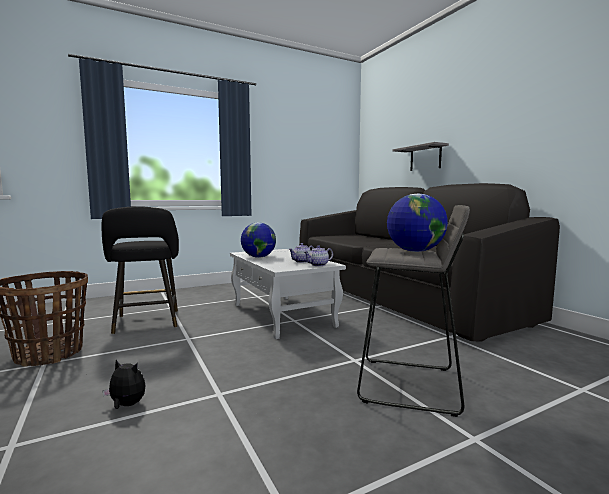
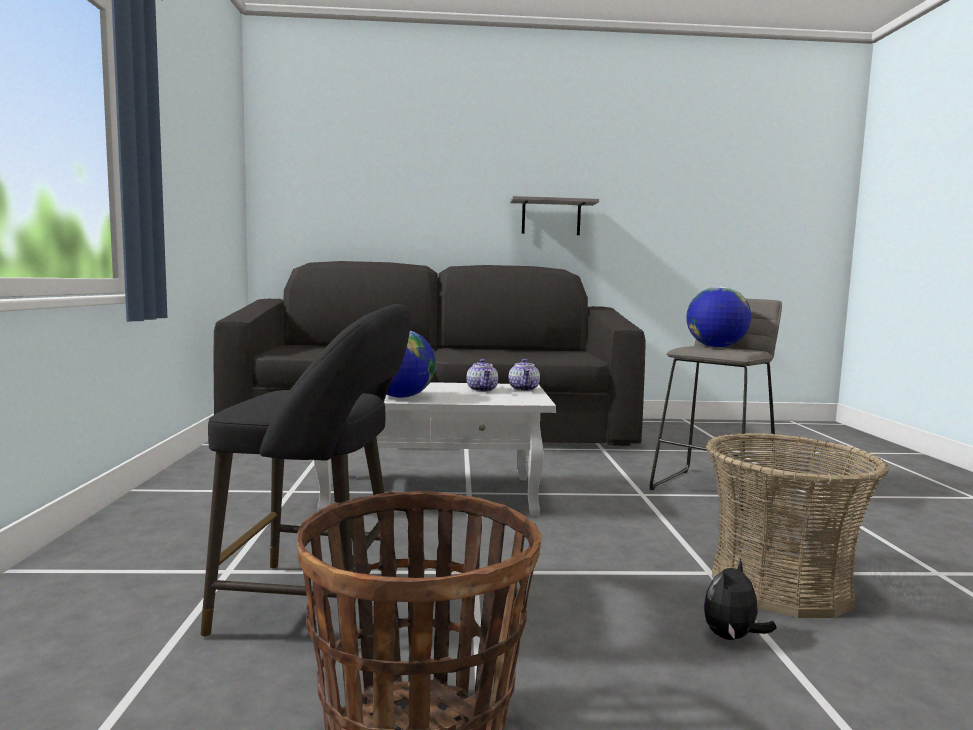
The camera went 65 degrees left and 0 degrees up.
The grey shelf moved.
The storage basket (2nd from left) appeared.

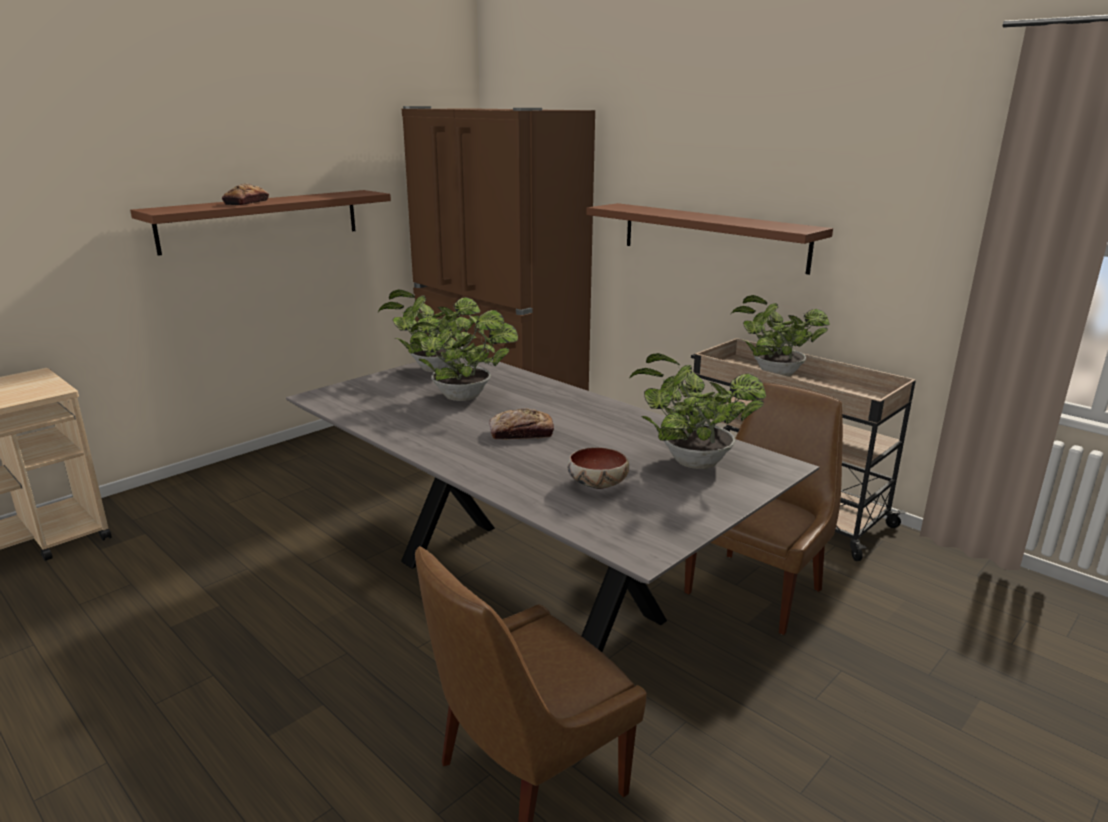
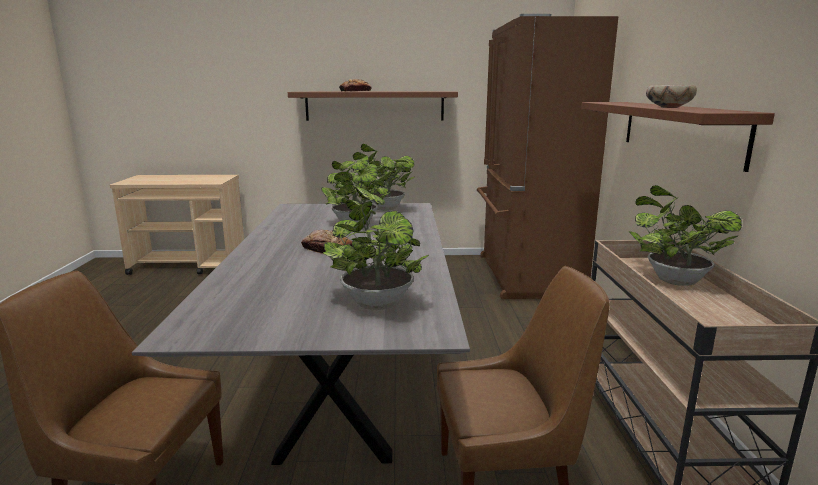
The camera went 45 degrees right and 5 degrees down.
The serving bowl moved.

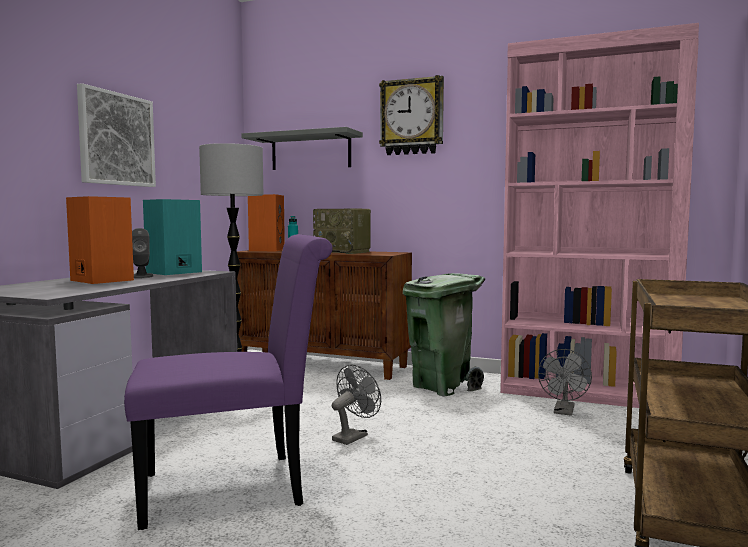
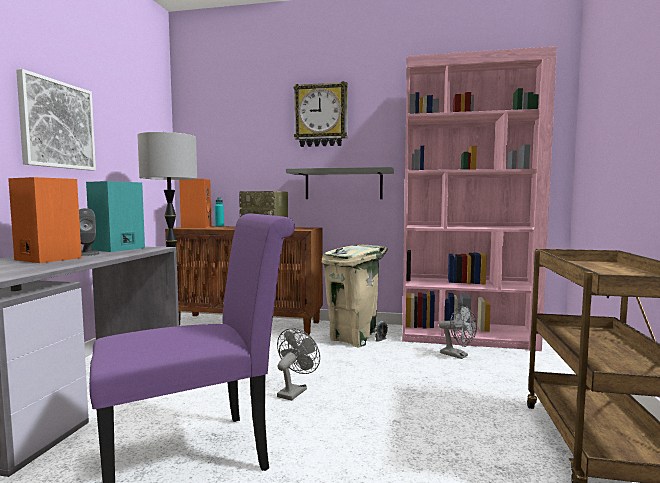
The camera went 10 degrees left and 0 degrees up.
The grey shelf moved.
The green trash can became the beige-coloured trash can.
The grey cooling fan (2nd from left) turned 60 degrees counterclockwise.

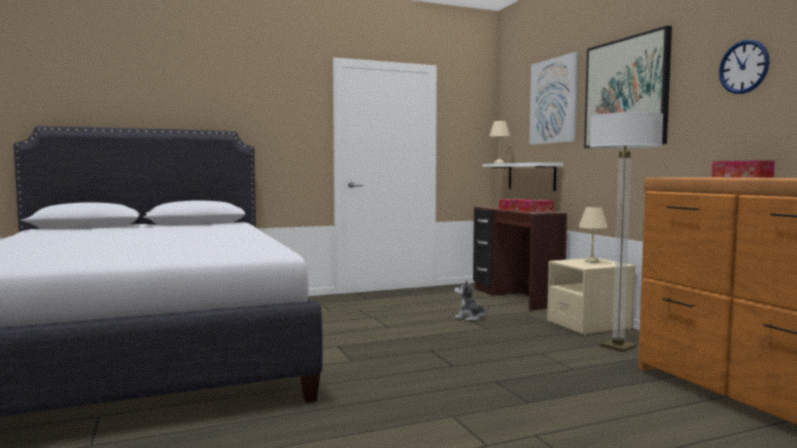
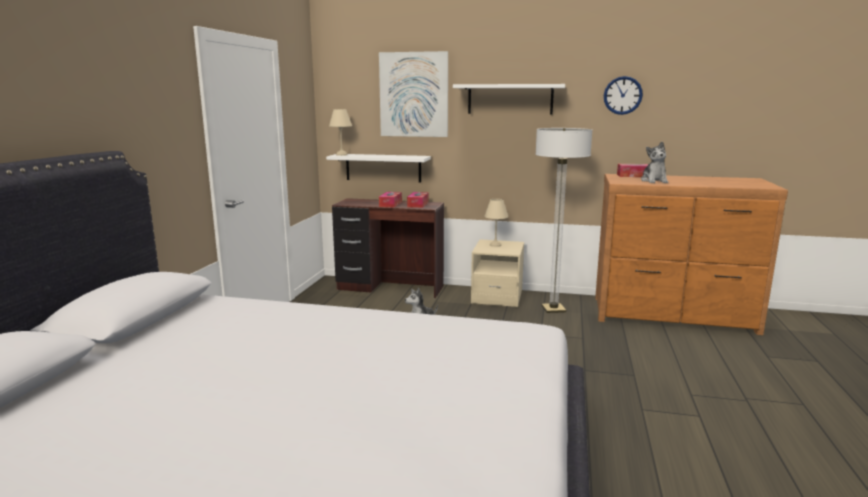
The camera went 55 degrees left and 10 degrees up.
The picture (2nd from left) was replaced by the white-coloured shelf (2nd from left).
The cuddly toy (2nd from left) appeared.

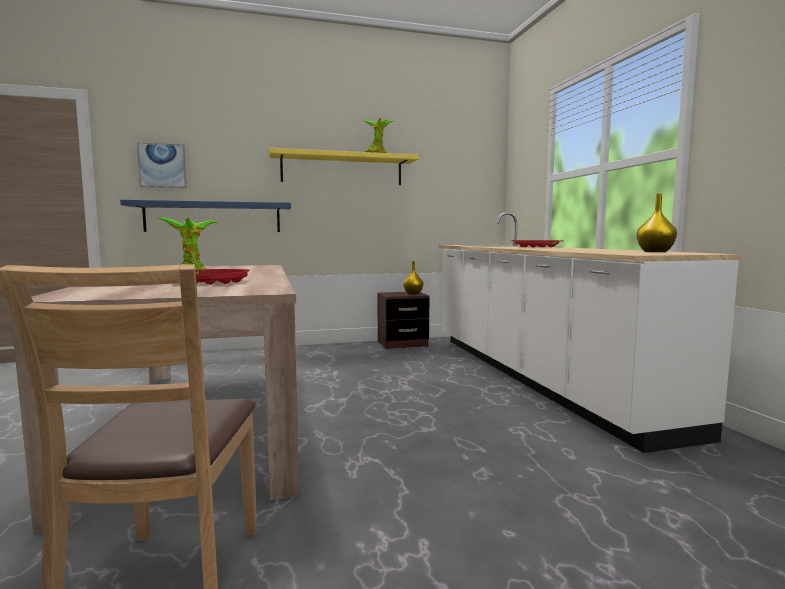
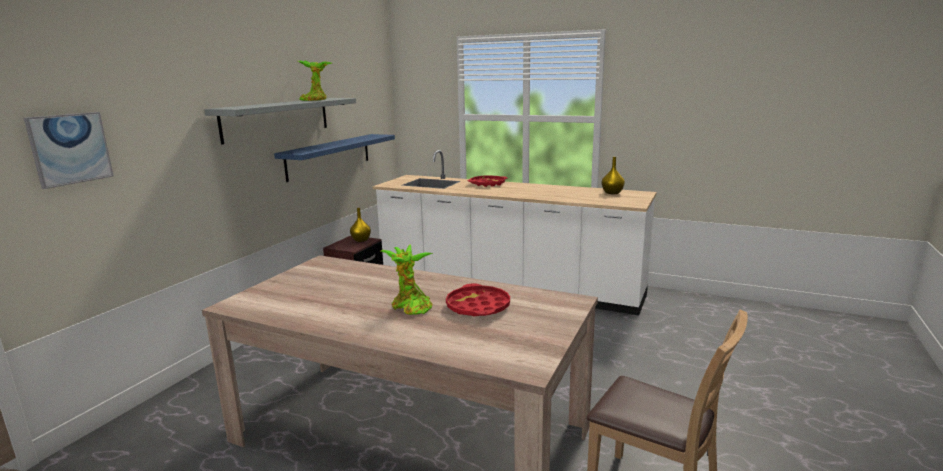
The camera went 50 degrees left and 10 degrees up.
The bluish shelf moved.
The yellow shelf became the grey shelf.

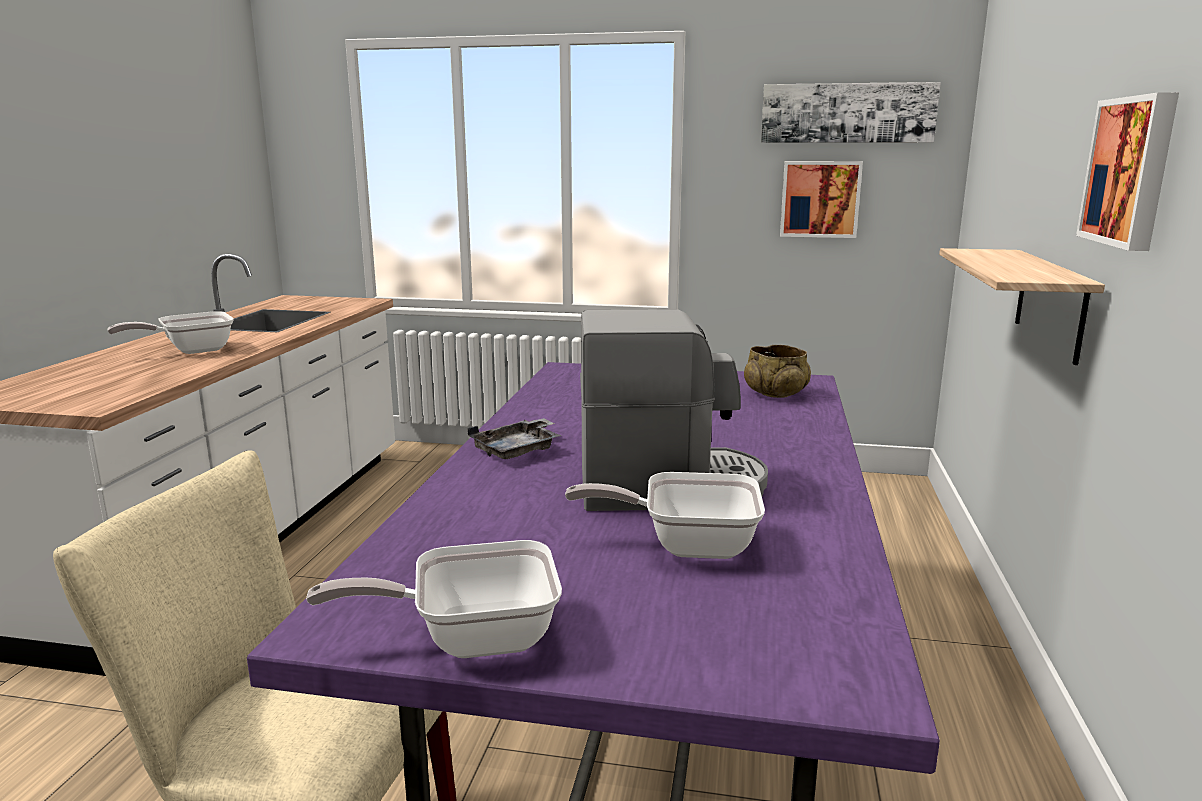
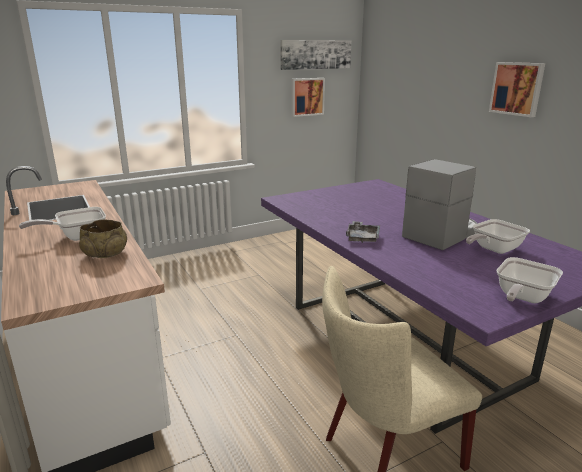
The camera went 40 degrees left and 5 degrees up.
The frying pan (1st from left) turned 45 degrees clockwise.
The beige-coloured serving bowl moved.
The shelf disappeared.

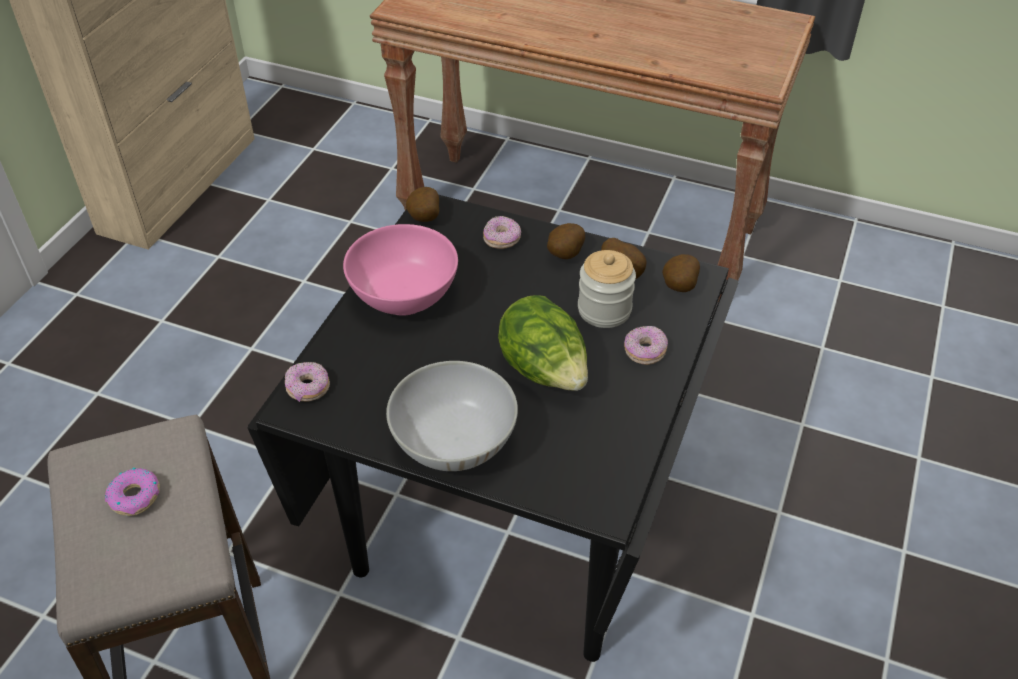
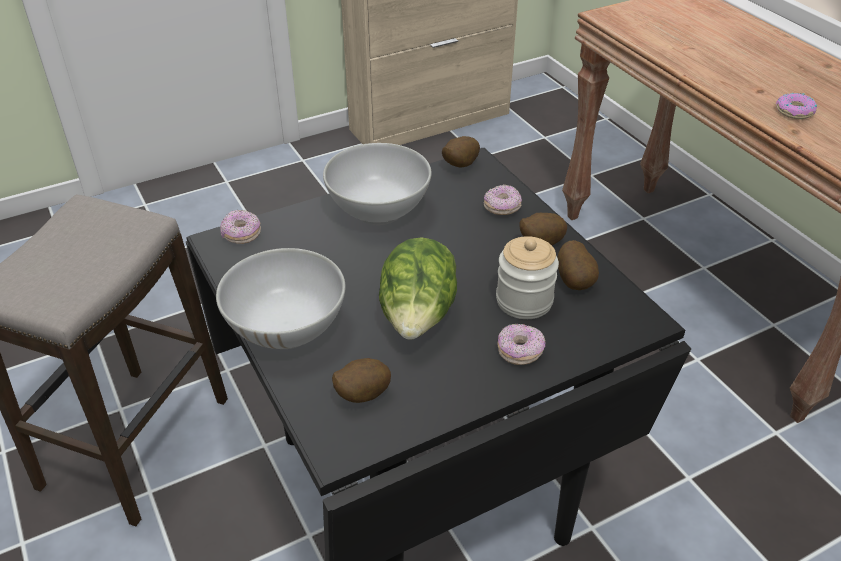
The camera went 40 degrees right and 5 degrees down.
The doughnut (1st from left in the first image) moved.
The pinkish serving bowl became the white-coloured serving bowl (2nd from left).
The whole potato (4th from left in the first image) moved.

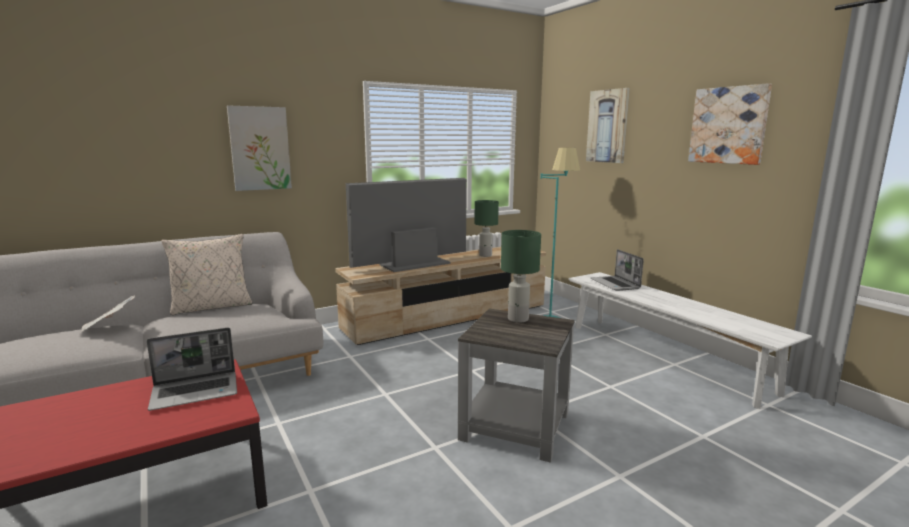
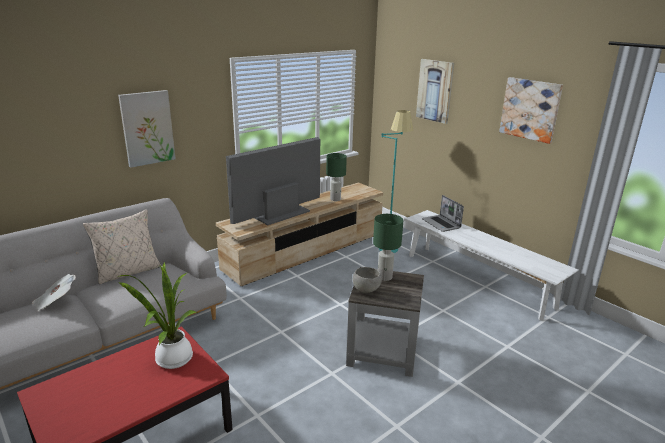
The camera went 10 degrees left and 10 degrees up.
The notebook computer (1st from left) was replaced by the houseplant.
The grey serving bowl appeared.

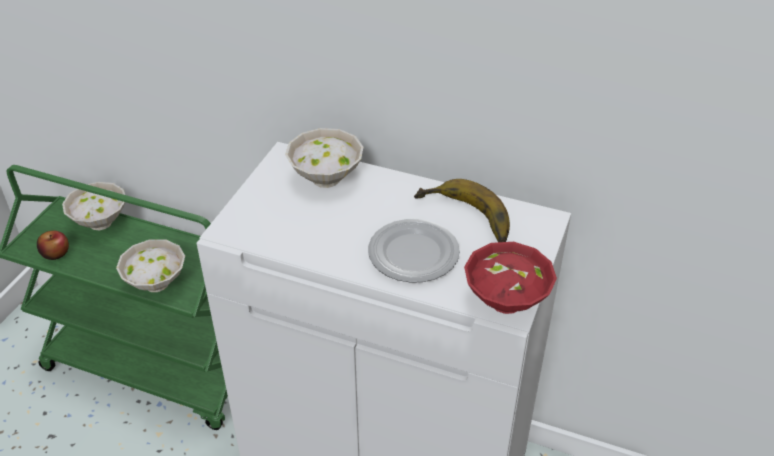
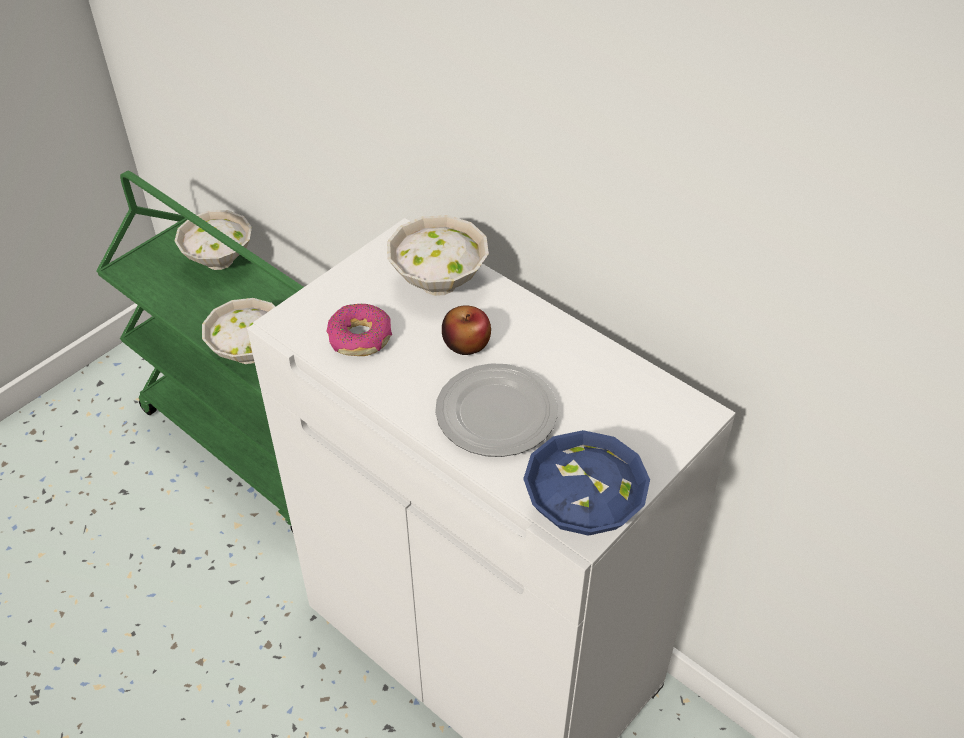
The camera went 20 degrees right and 5 degrees up.
The apple fruit moved.
The whole banana disappeared.
The red-coloured serving bowl became the bluish serving bowl.
The doughnut appeared.

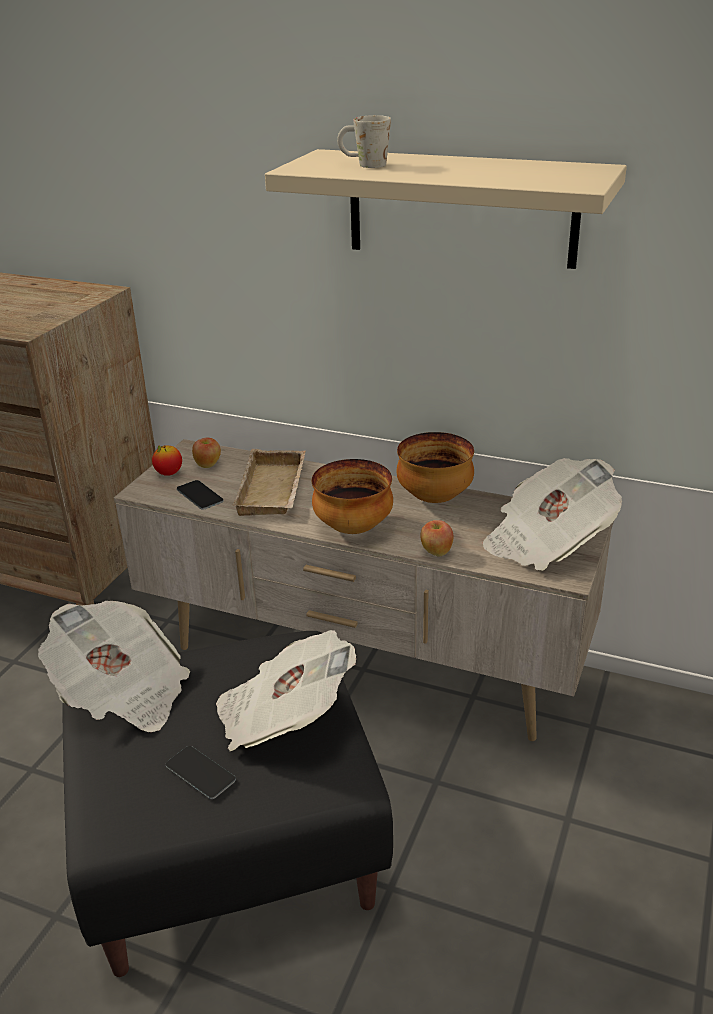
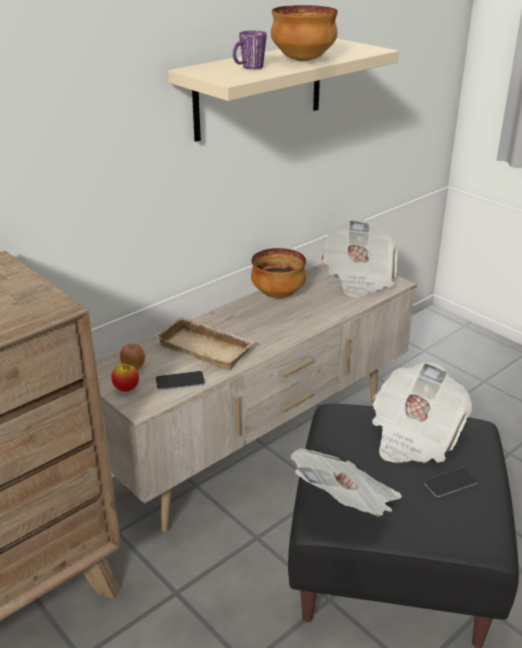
The camera went 65 degrees left and 0 degrees up.
The serving bowl (1st from left in the first image) moved.
The white-coloured mug became the purple mug.
The apple fruit (3rd from left) disappeared.

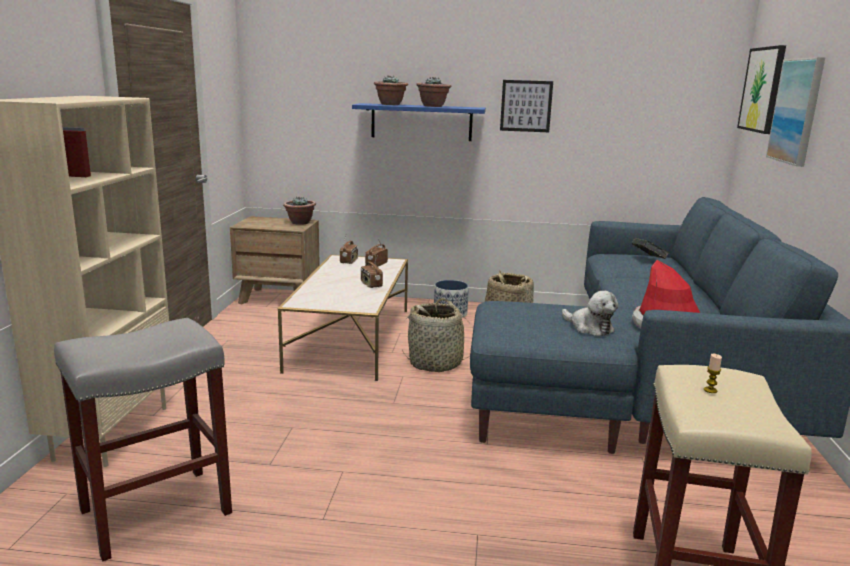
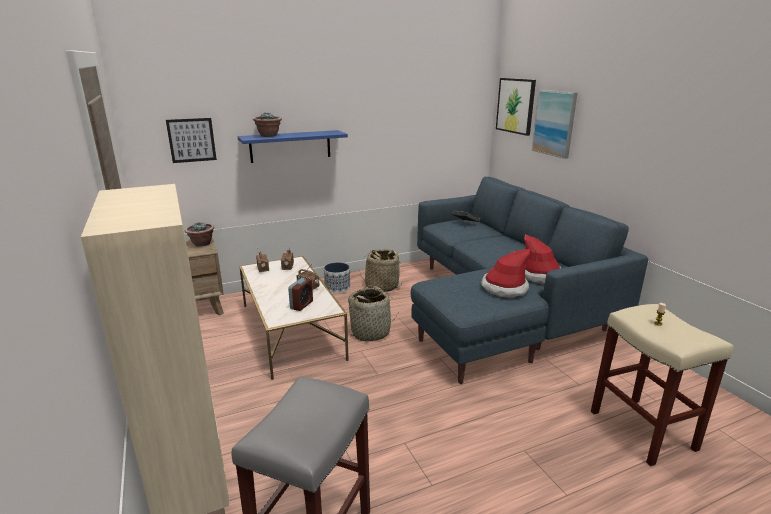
The camera went 30 degrees left and 5 degrees up.
The houseplant (3rd from left) disappeared.
The picture (1st from left) moved.
The cuddly toy was replaced by the wearable hat (1st from left).
The bedside clock appeared.

